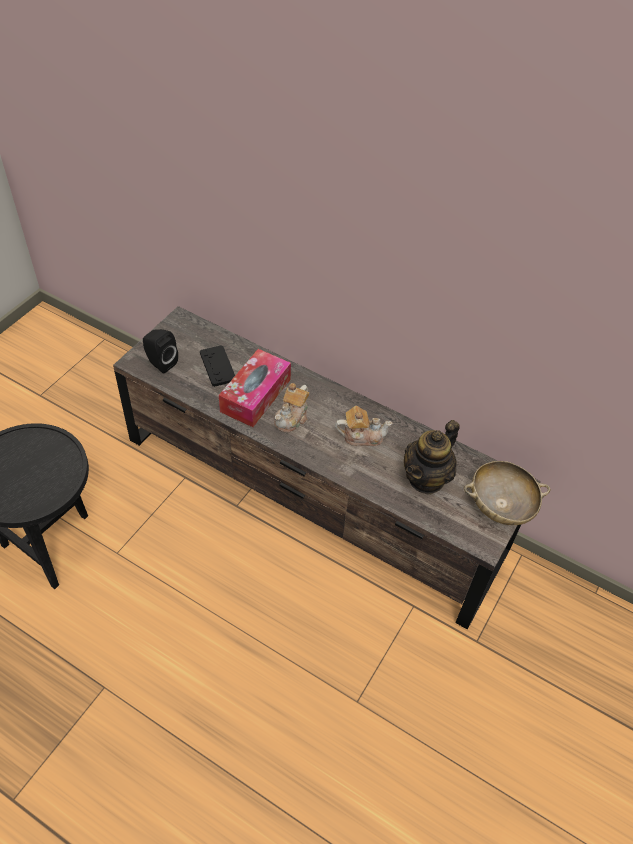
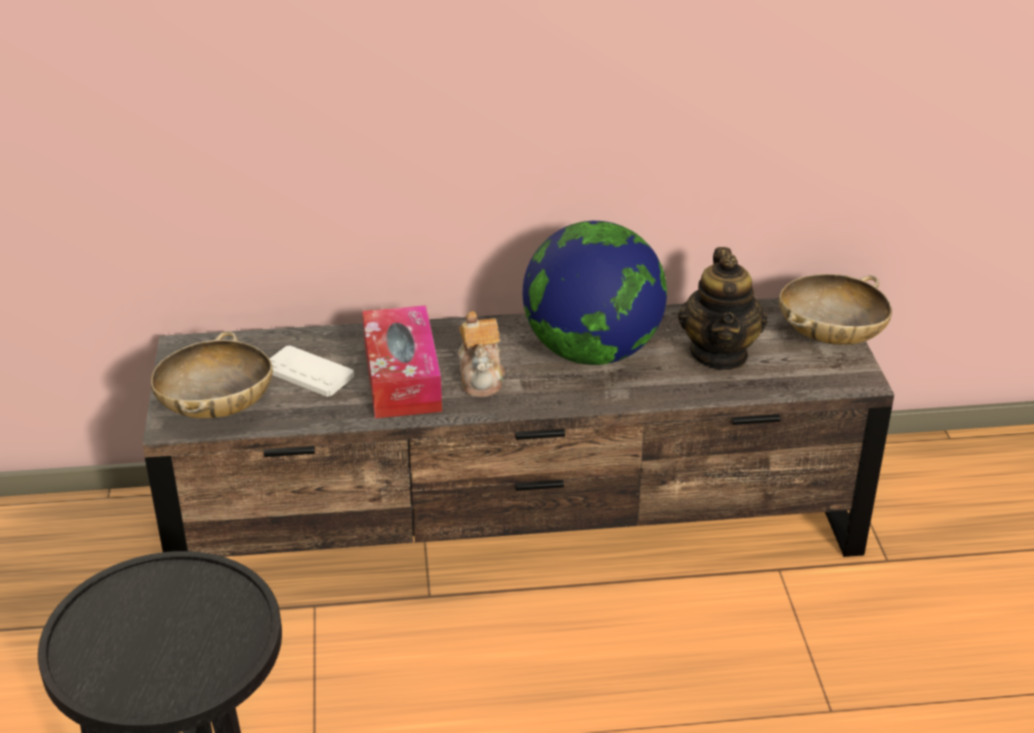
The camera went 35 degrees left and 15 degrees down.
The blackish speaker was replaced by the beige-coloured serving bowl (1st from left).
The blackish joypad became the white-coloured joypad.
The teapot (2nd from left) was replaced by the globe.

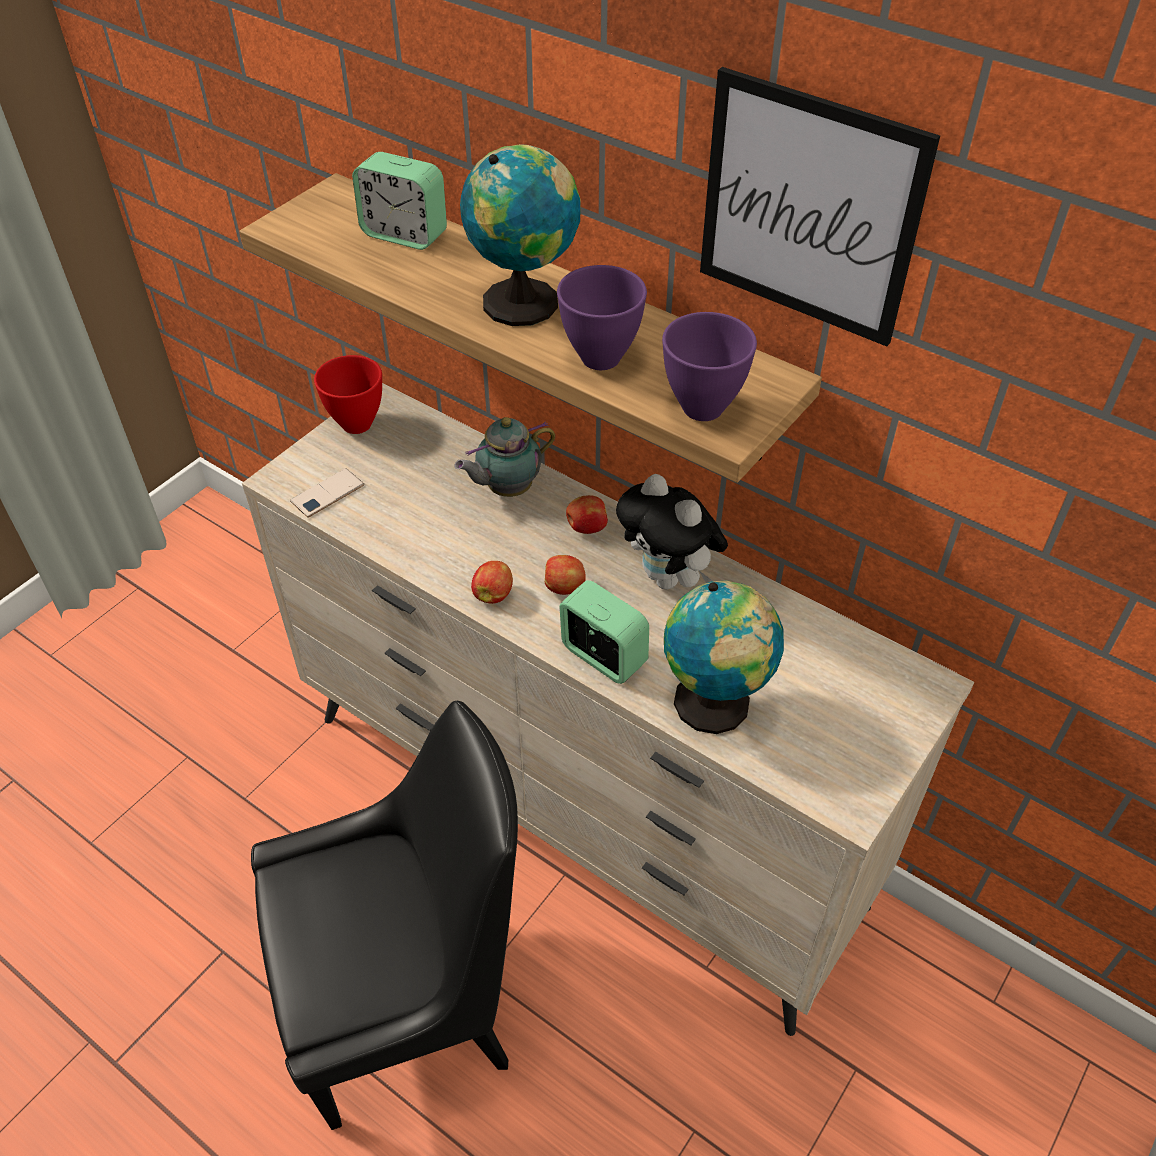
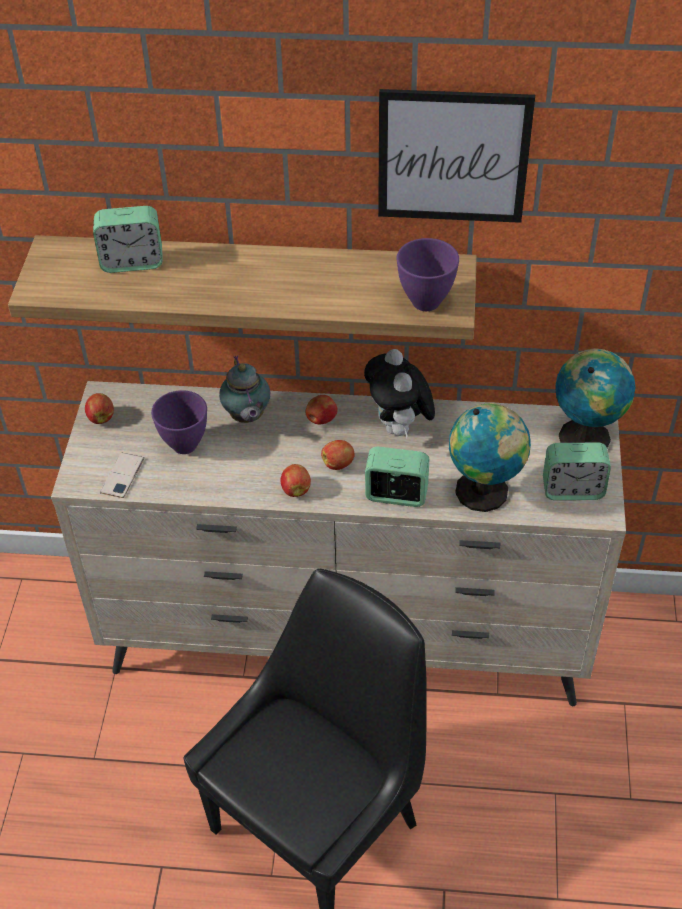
The camera went 30 degrees left and 0 degrees up.
The red-coloured serving bowl was replaced by the apple fruit (1st from left).
The teapot turned 45 degrees counterclockwise.
The globe (1st from left in the first image) moved.
The purple serving bowl (1st from left) moved.
The cuddly toy turned 60 degrees clockwise.
The bedside clock (3rd from left) appeared.

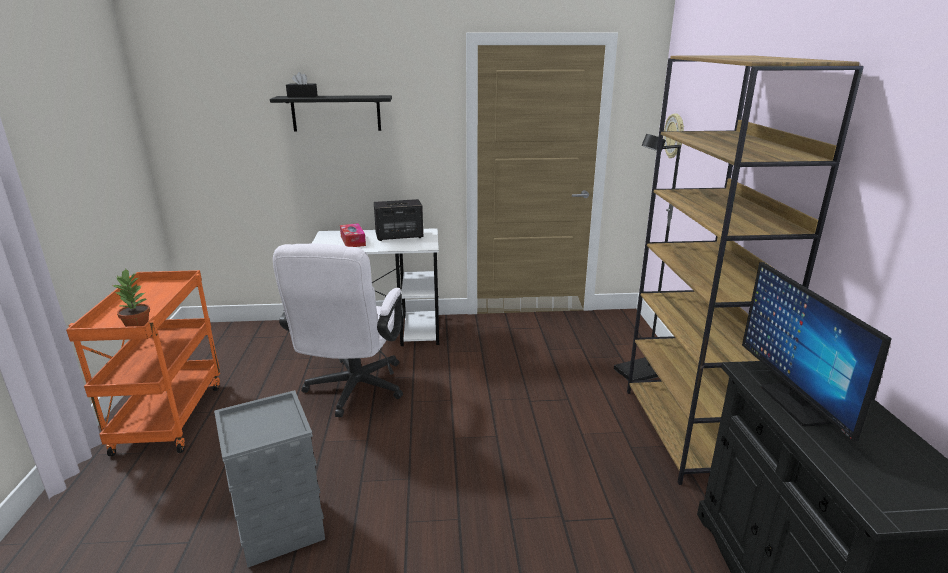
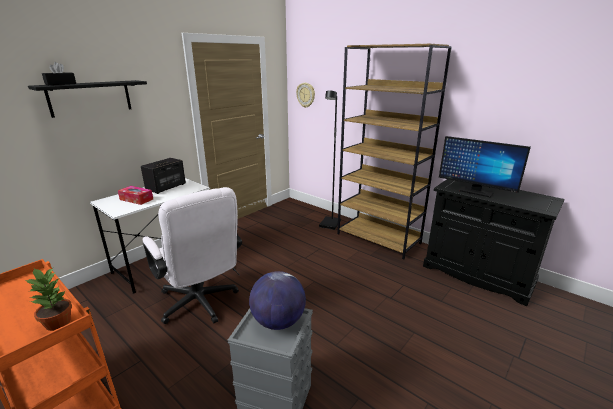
The camera went 45 degrees left and 0 degrees up.
The globe appeared.

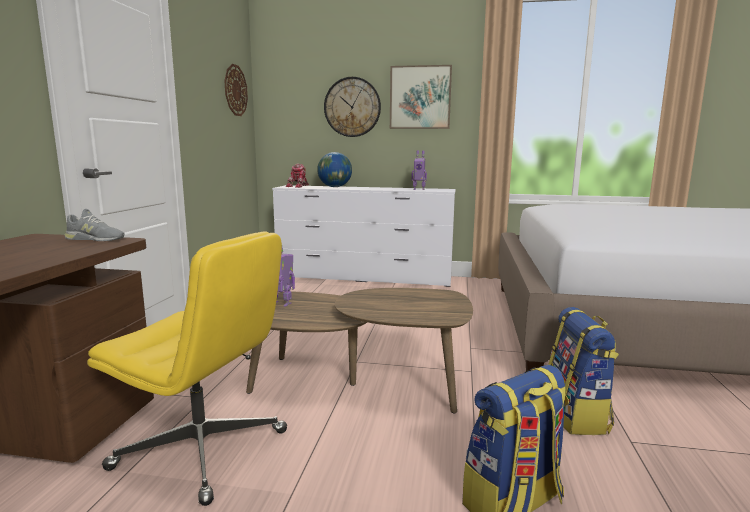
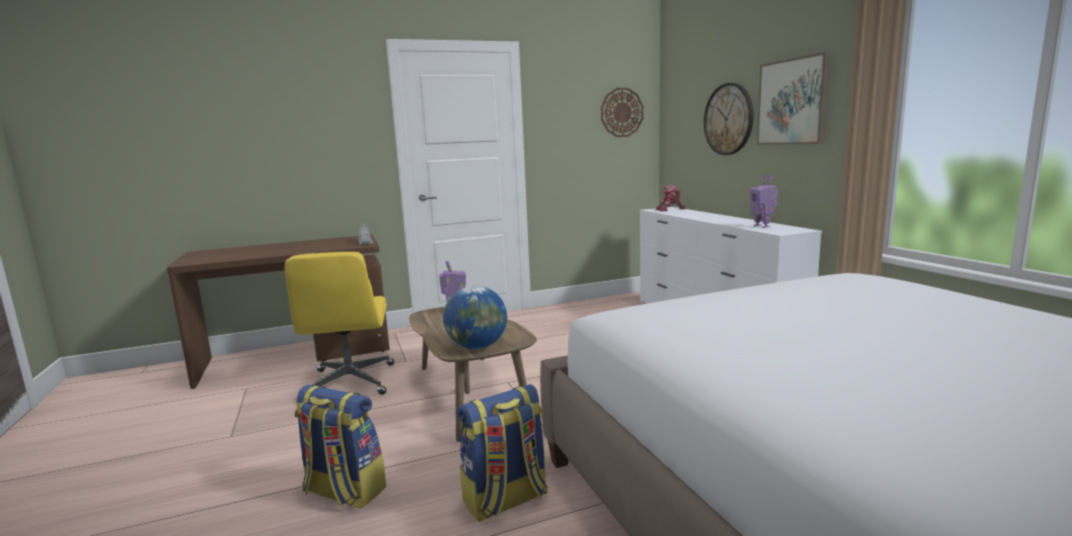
The camera went 60 degrees right and 0 degrees up.
The globe moved.

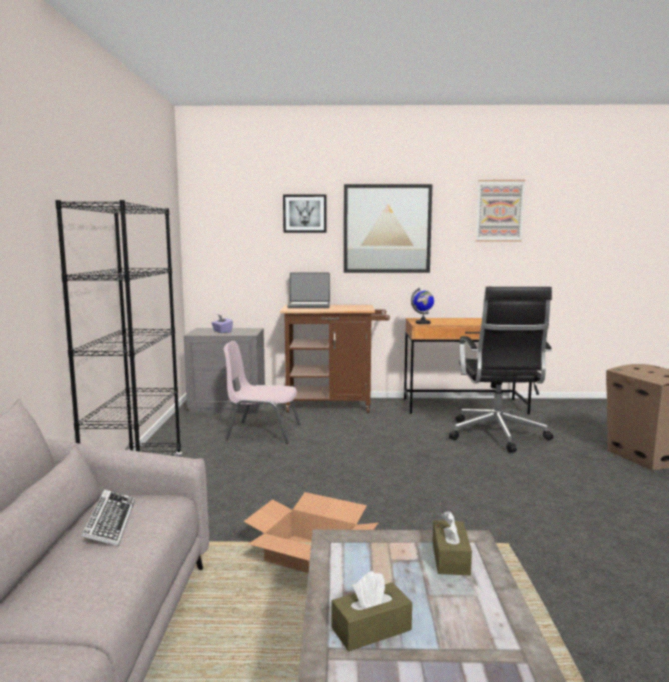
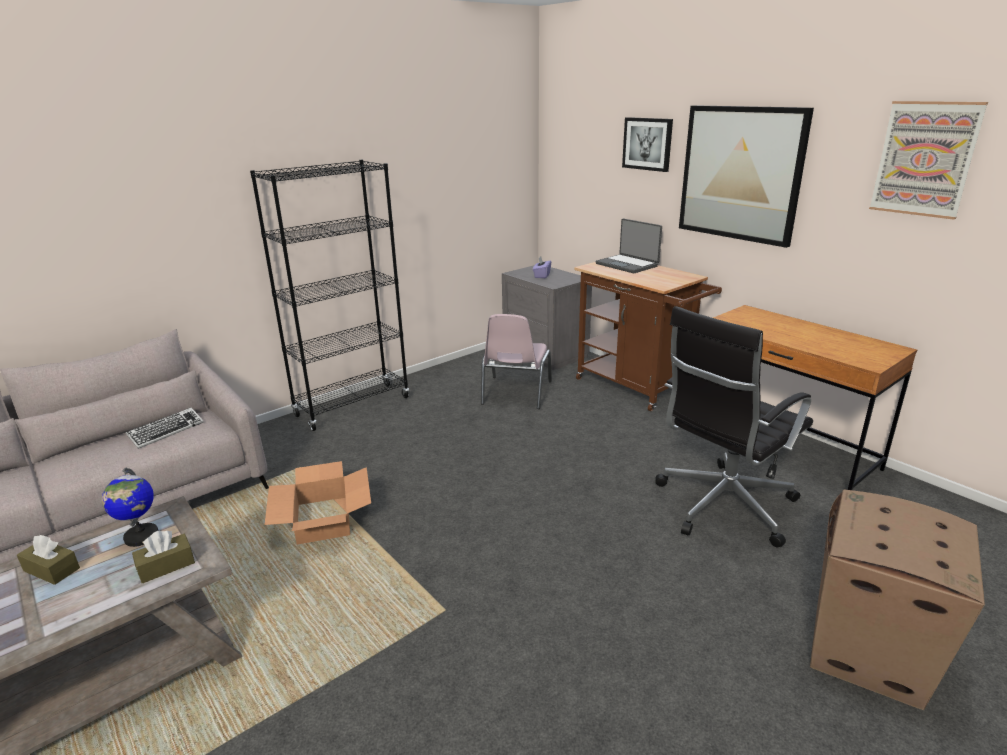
The camera went 50 degrees right and 15 degrees up.
The pinkish plain chair turned 135 degrees counterclockwise.
The globe moved.

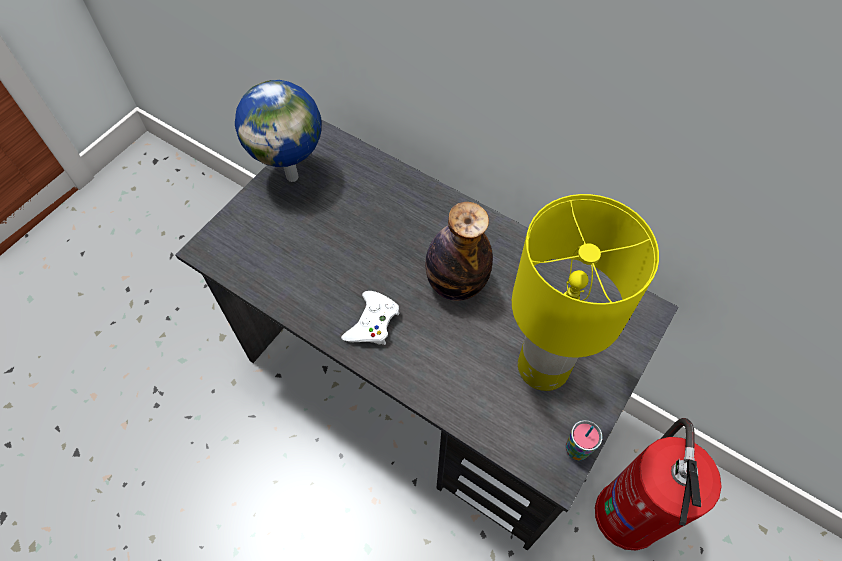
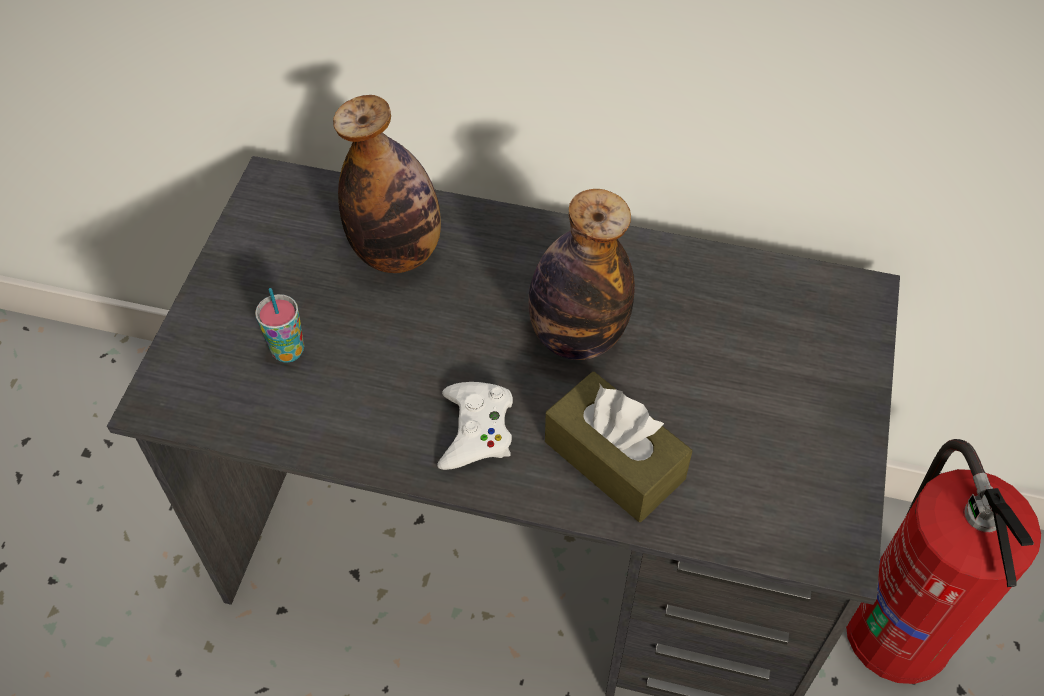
The camera went 20 degrees left and 5 degrees down.
The globe disappeared.
The yellow tabletop lamp disappeared.
The small cup moved.
The drink bottle (1st from left) appeared.
The brownish box of tissues appeared.

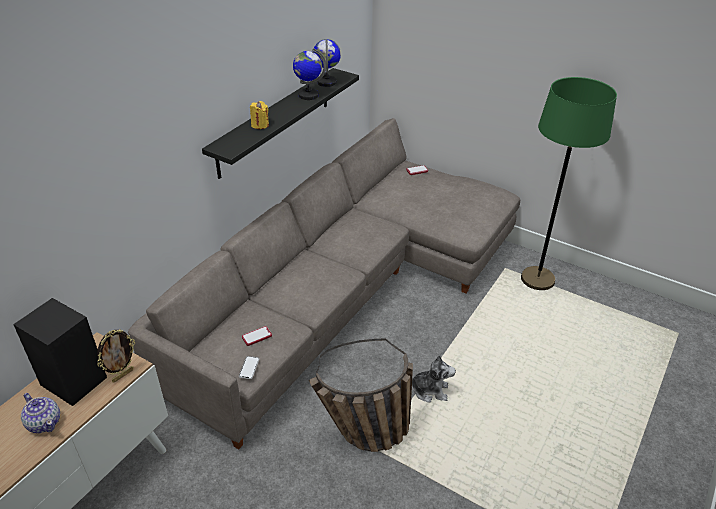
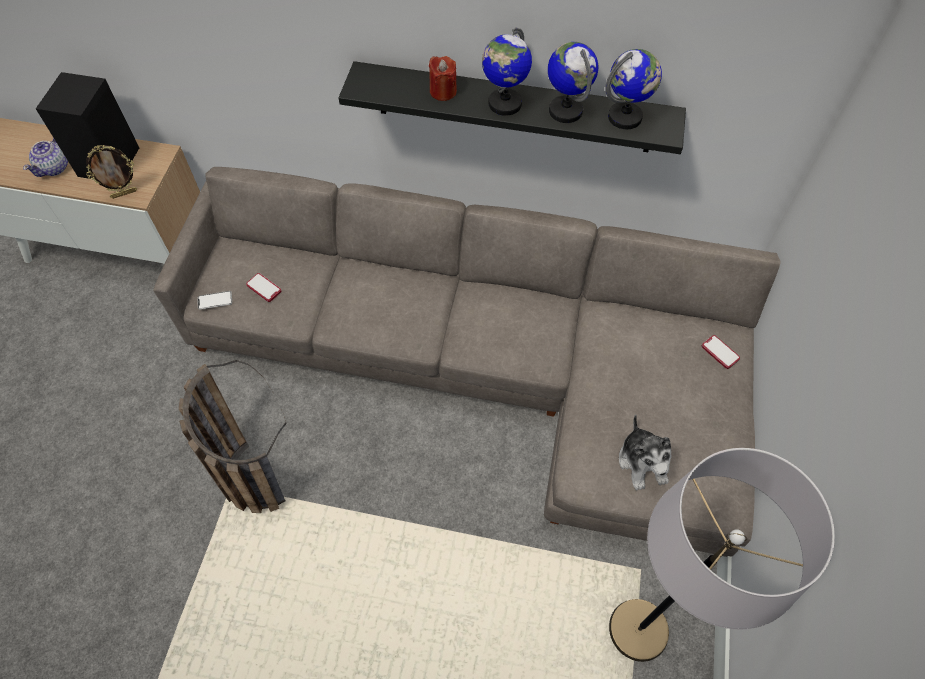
The camera went 70 degrees right and 20 degrees up.
The photo frame turned 45 degrees counterclockwise.
The yellow wax candle became the red-coloured wax candle.
The cuddly toy moved.
The green floor lamp became the grey floor lamp.
The globe (1st from left) appeared.

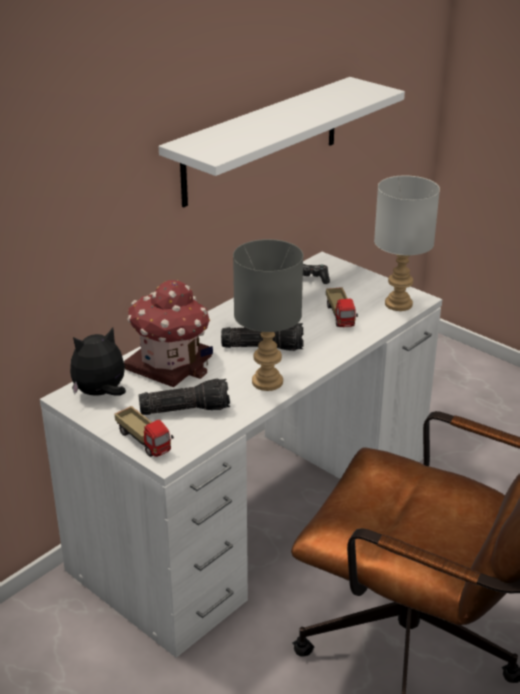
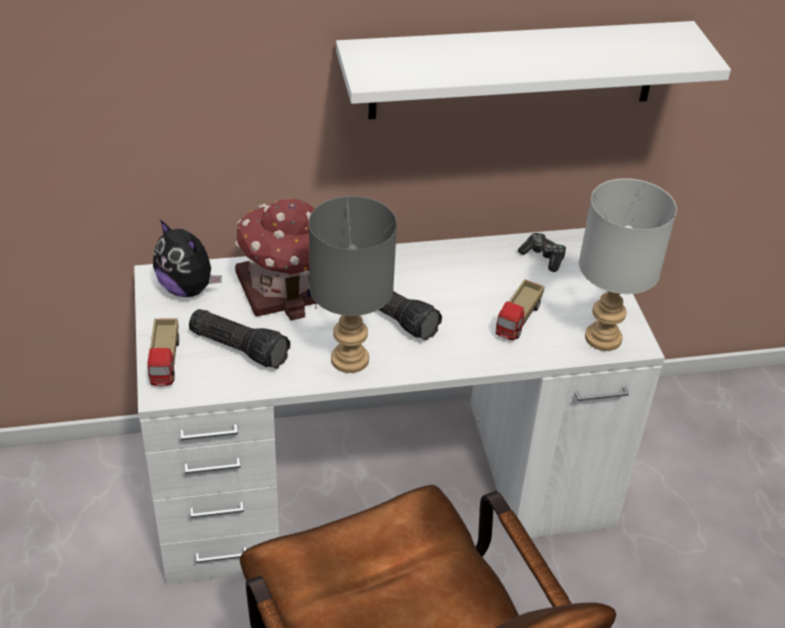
The camera went 35 degrees right and 10 degrees up.
The cuddly toy turned 150 degrees counterclockwise.

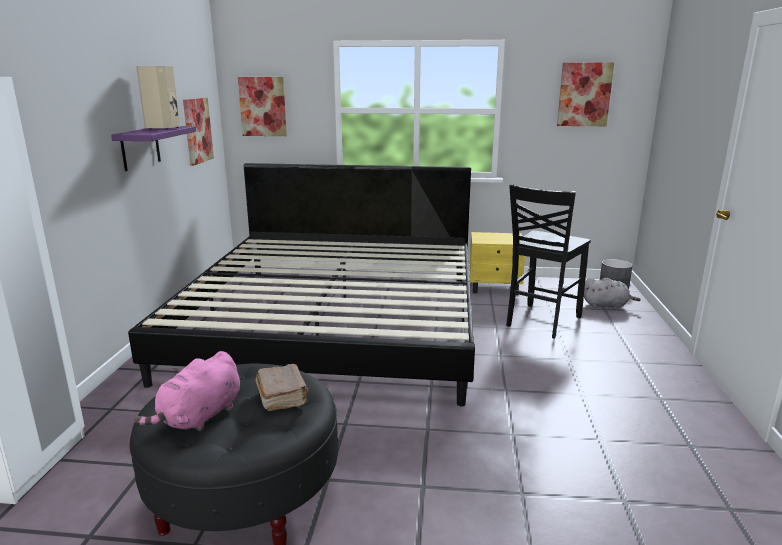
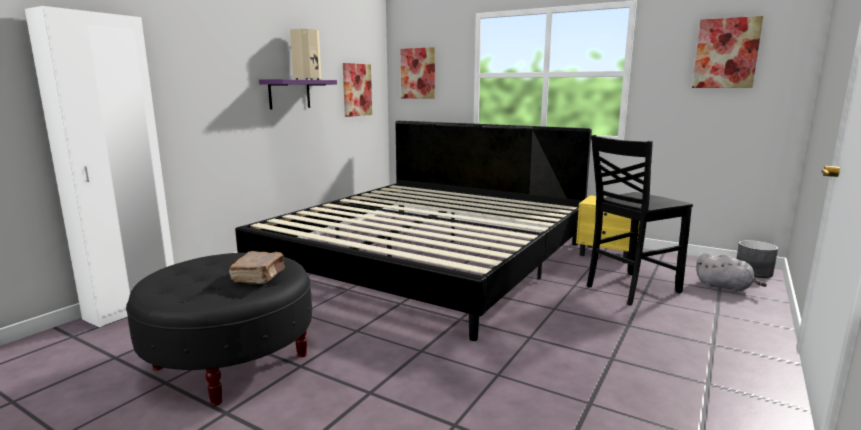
The camera went 25 degrees right and 5 degrees down.
The pinkish cuddly toy disappeared.

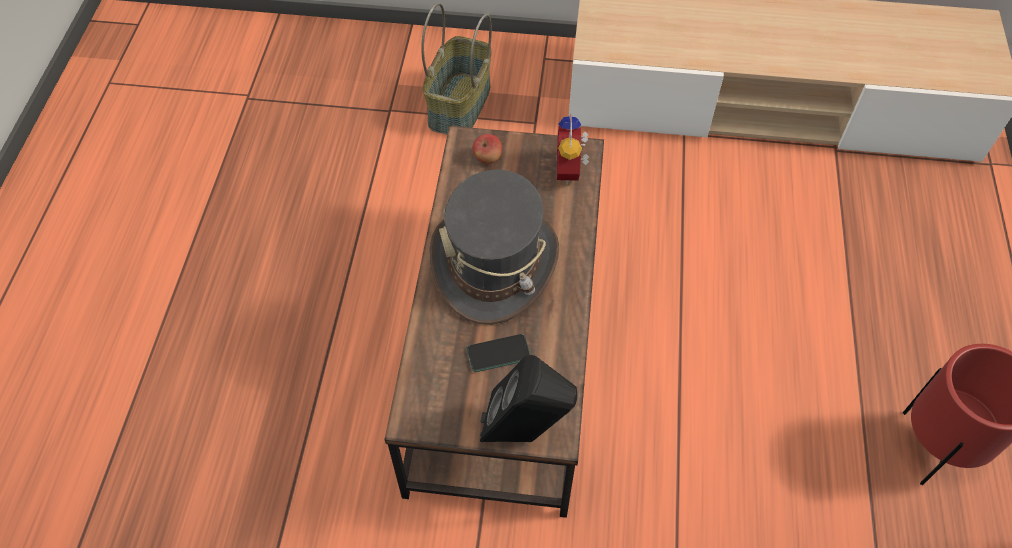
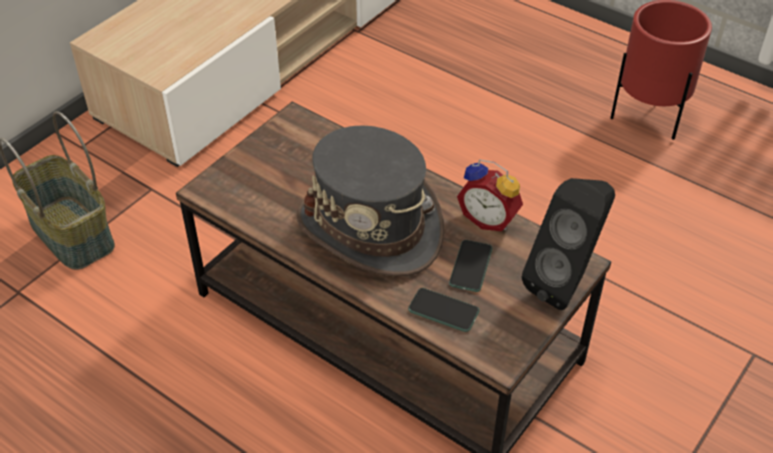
The camera went 60 degrees left and 10 degrees down.
The apple fruit disappeared.
The bedside clock moved.
The telephone (1st from left) appeared.

